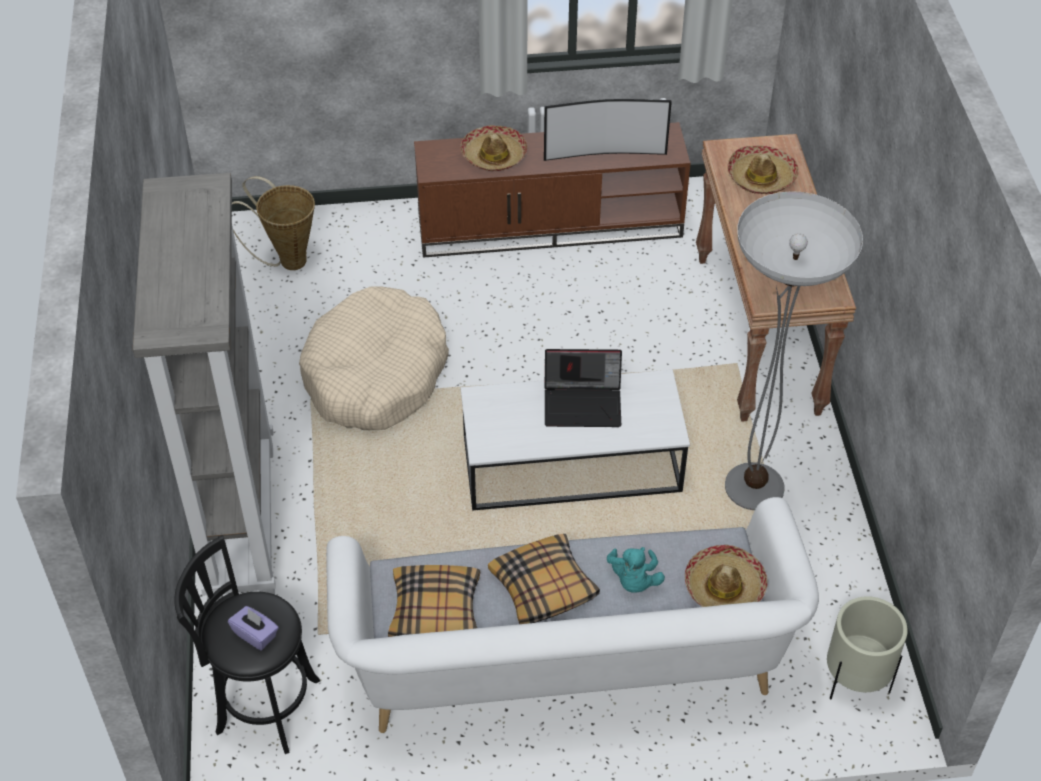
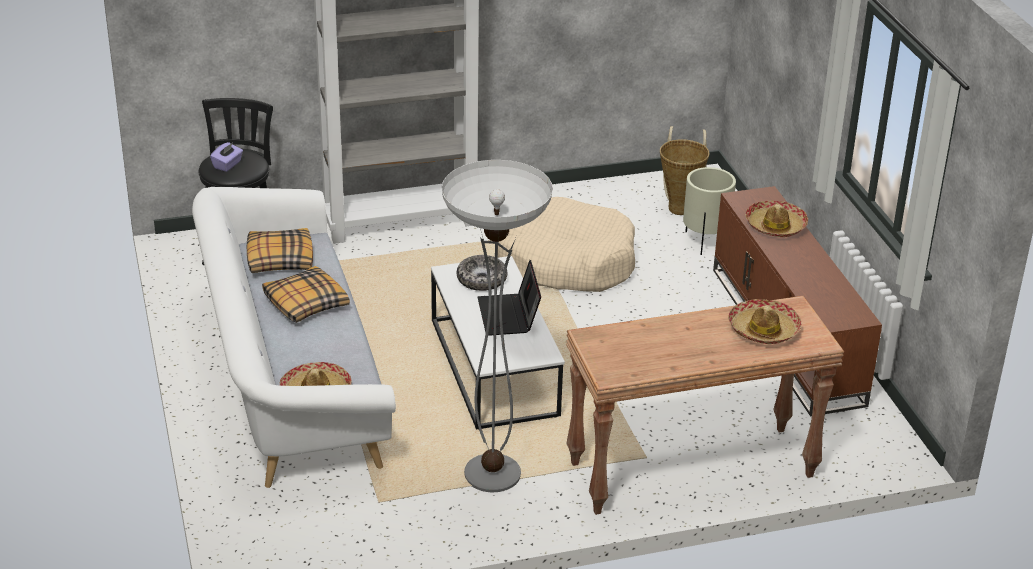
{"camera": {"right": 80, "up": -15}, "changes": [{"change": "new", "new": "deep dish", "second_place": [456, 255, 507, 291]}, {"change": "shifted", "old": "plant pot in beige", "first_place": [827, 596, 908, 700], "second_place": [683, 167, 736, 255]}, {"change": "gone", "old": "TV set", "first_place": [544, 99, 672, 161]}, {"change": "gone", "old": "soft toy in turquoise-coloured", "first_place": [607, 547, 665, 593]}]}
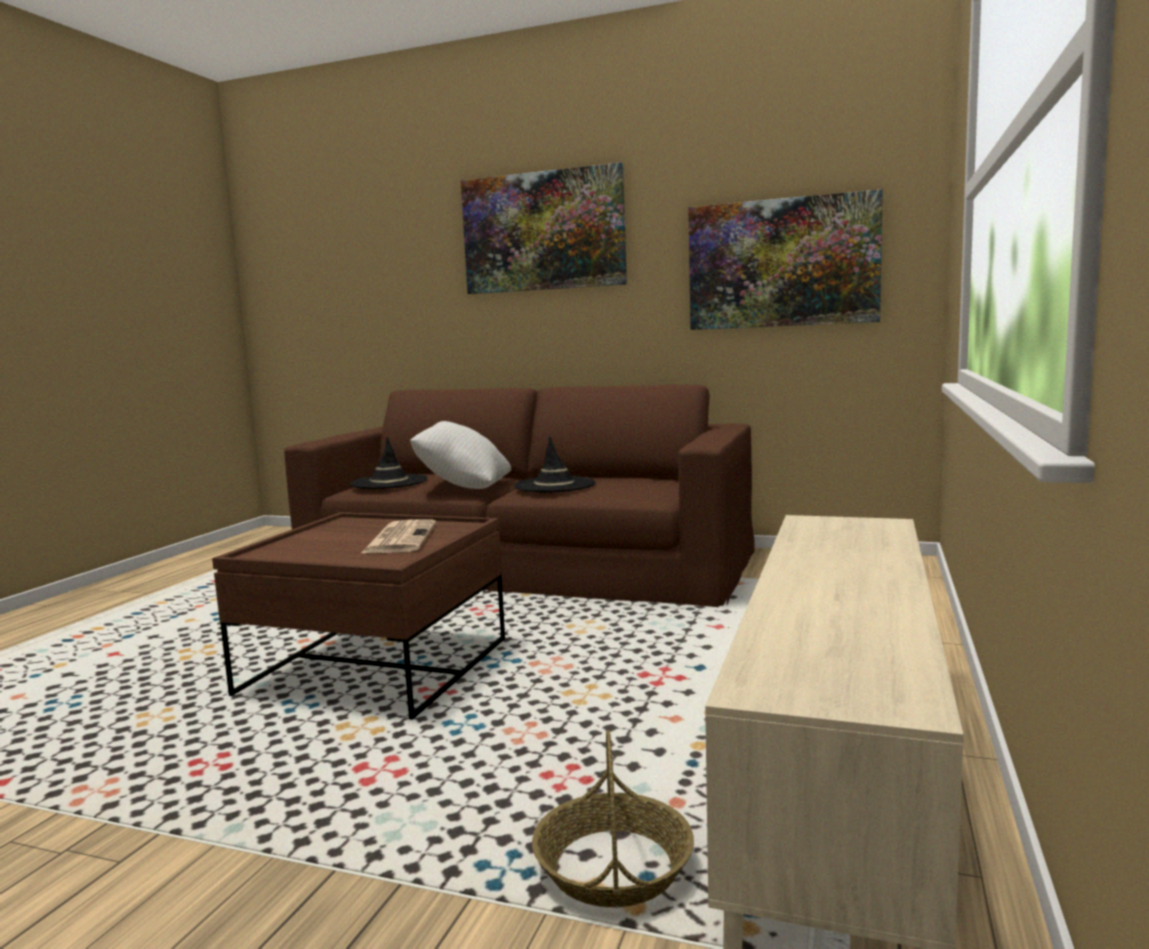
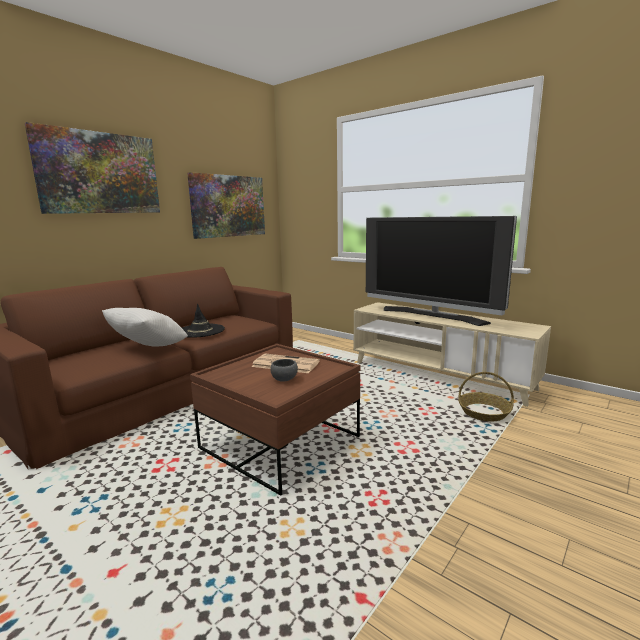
{"camera": {"right": -70, "up": 5}, "changes": [{"change": "new", "new": "deep dish in gray", "second_place": [270, 359, 298, 382]}, {"change": "new", "new": "TV set", "second_place": [366, 216, 517, 326]}, {"change": "gone", "old": "wearable hat in blackish", "first_place": [350, 436, 427, 489]}]}
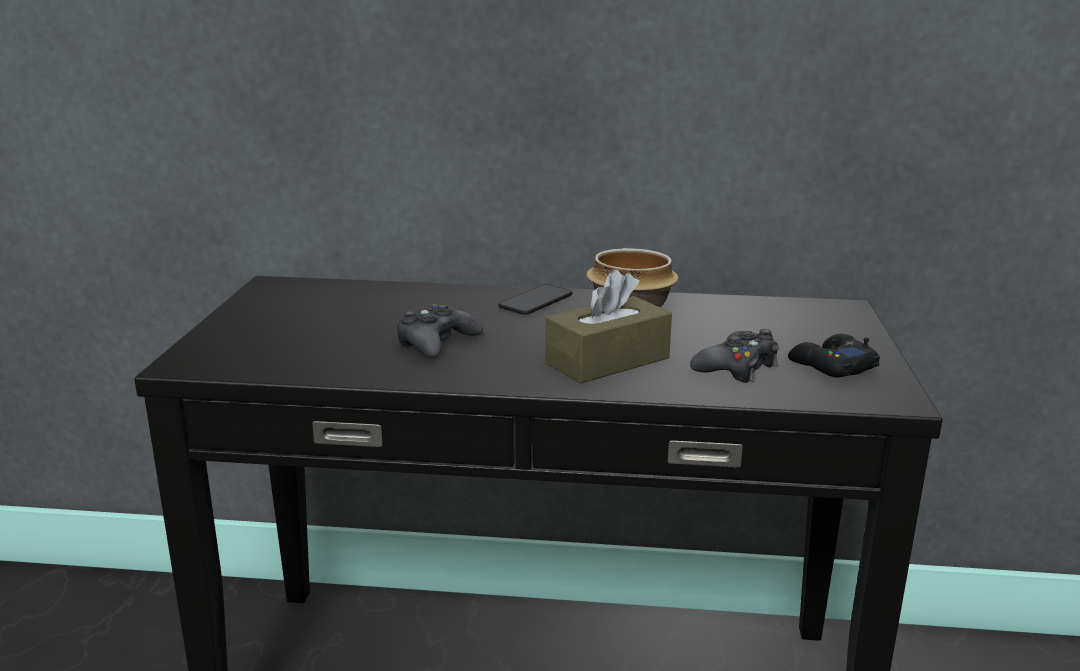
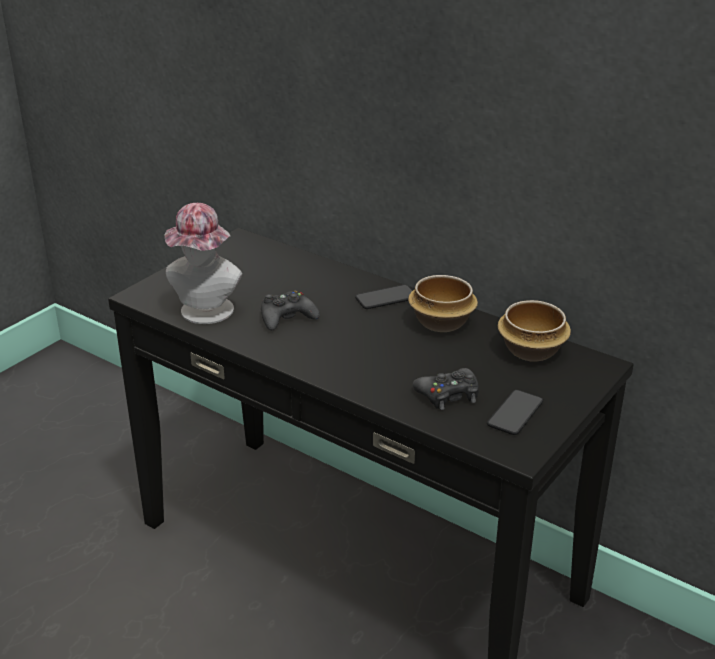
{"camera": {"right": 30, "up": 10}, "changes": [{"change": "new", "new": "wearable hat", "second_place": [165, 203, 242, 324]}, {"change": "swapped", "old": "game controller in blackish", "new": "handset", "first_place": [788, 334, 880, 377], "second_place": [487, 390, 543, 435]}, {"change": "new", "new": "deep dish", "second_place": [498, 300, 571, 361]}, {"change": "gone", "old": "tissue box in brown", "first_place": [545, 269, 672, 384]}]}
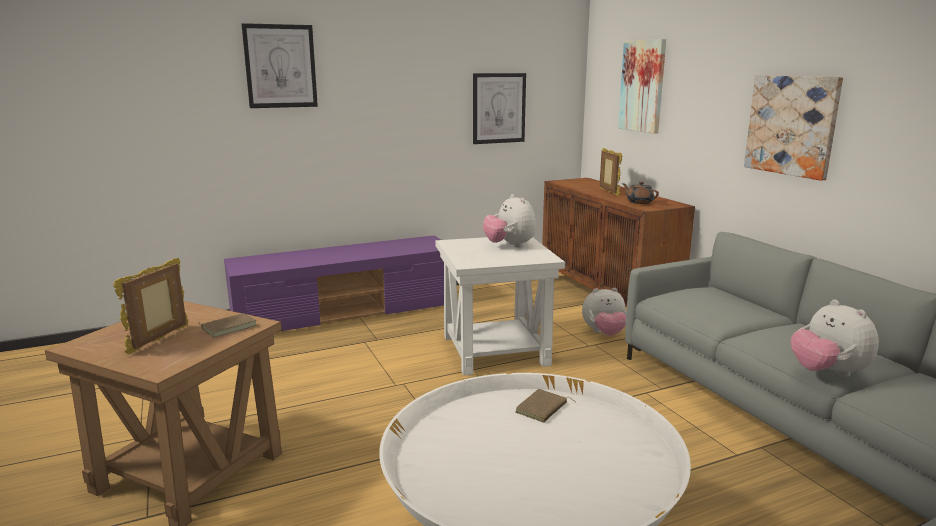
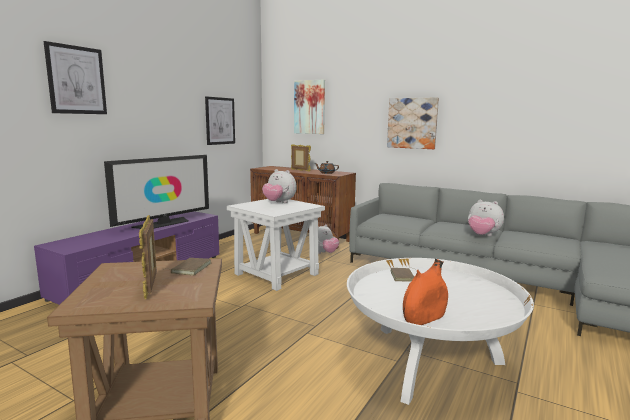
{"camera": {"right": -35, "up": -5}, "changes": [{"change": "new", "new": "TV set", "second_place": [104, 155, 209, 229]}, {"change": "new", "new": "flower vase in orange", "second_place": [403, 259, 448, 325]}]}
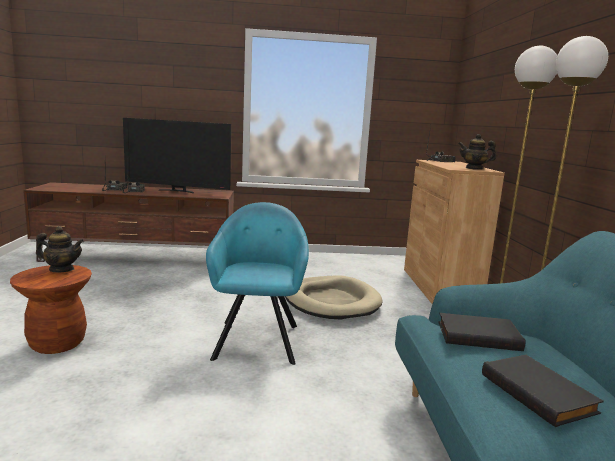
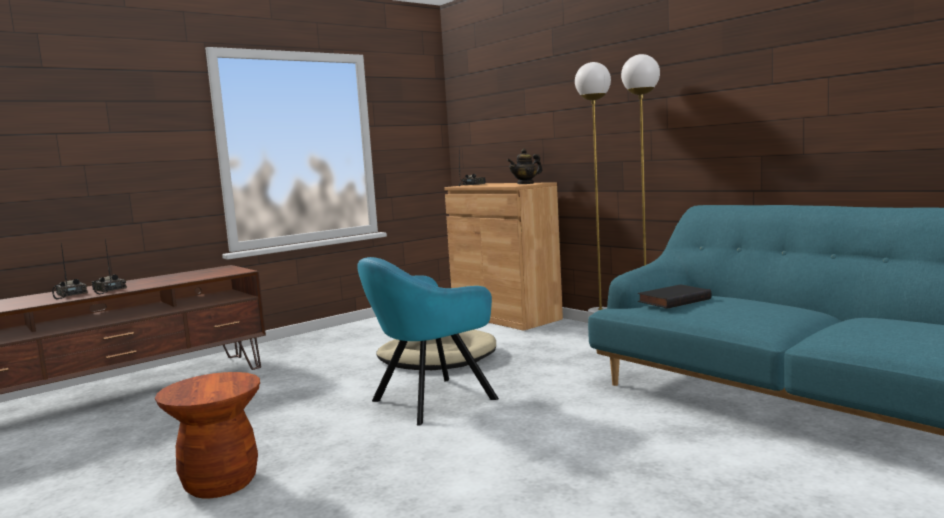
{"camera": {"right": -35, "up": -5}, "changes": [{"change": "rotated", "old": "lounge chair in turquoise-coloured", "first_place": [206, 202, 309, 365], "second_place": [357, 257, 499, 426], "degrees": -90}, {"change": "gone", "old": "tea pot", "first_place": [36, 226, 84, 272]}, {"change": "gone", "old": "TV set", "first_place": [123, 118, 231, 193]}, {"change": "gone", "old": "book in blackish", "first_place": [482, 355, 604, 427]}]}
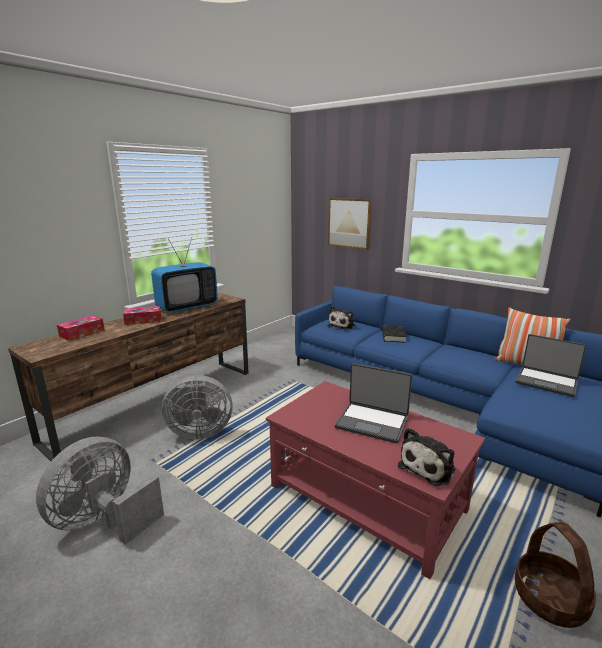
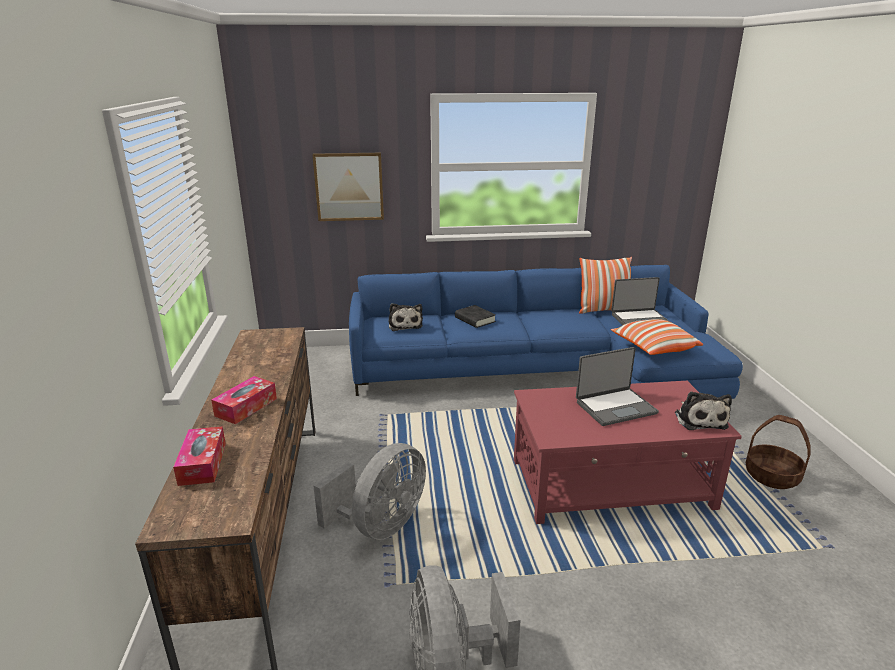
{"camera": {"right": -45, "up": 5}, "changes": [{"change": "new", "new": "pillow", "second_place": [611, 319, 703, 355]}, {"change": "gone", "old": "TV set", "first_place": [151, 238, 218, 313]}]}
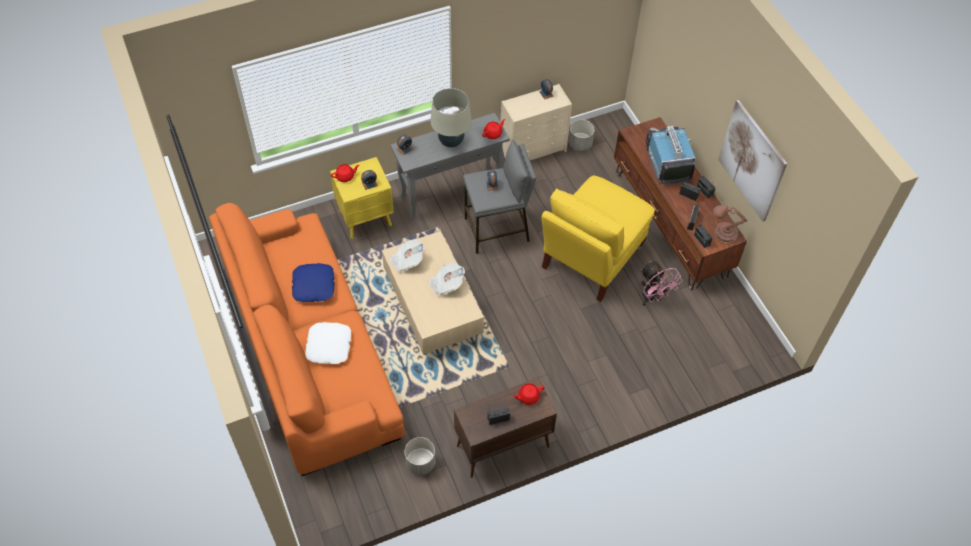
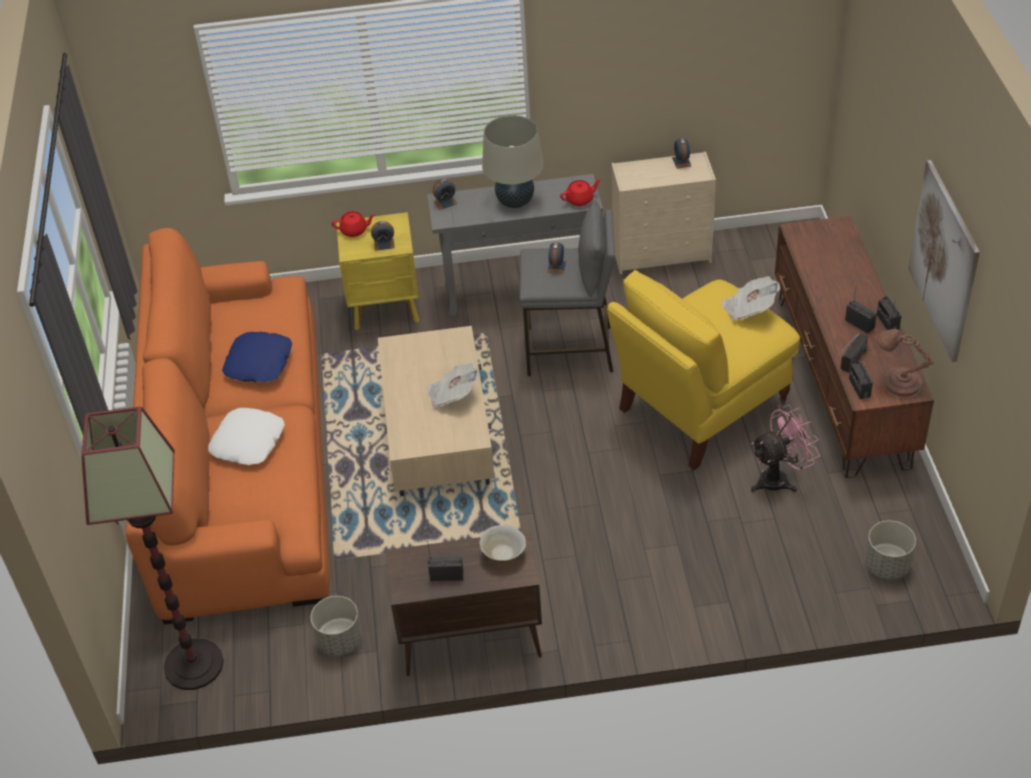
{"camera": {"right": 20, "up": -10}, "changes": [{"change": "new", "new": "floor lamp", "second_place": [81, 407, 224, 690]}, {"change": "swapped", "old": "tea pot in red", "new": "deep dish in beige", "first_place": [512, 384, 545, 405], "second_place": [479, 525, 526, 563]}, {"change": "shifted", "old": "newspaper", "first_place": [389, 239, 425, 272], "second_place": [722, 276, 780, 321]}, {"change": "rotated", "old": "fan in pinkish", "first_place": [641, 261, 683, 305], "second_place": [751, 405, 820, 492], "degrees": -105}, {"change": "shifted", "old": "plant pot in gray", "first_place": [568, 120, 595, 151], "second_place": [865, 521, 916, 579]}, {"change": "gone", "old": "TV set", "first_place": [646, 126, 696, 185]}]}
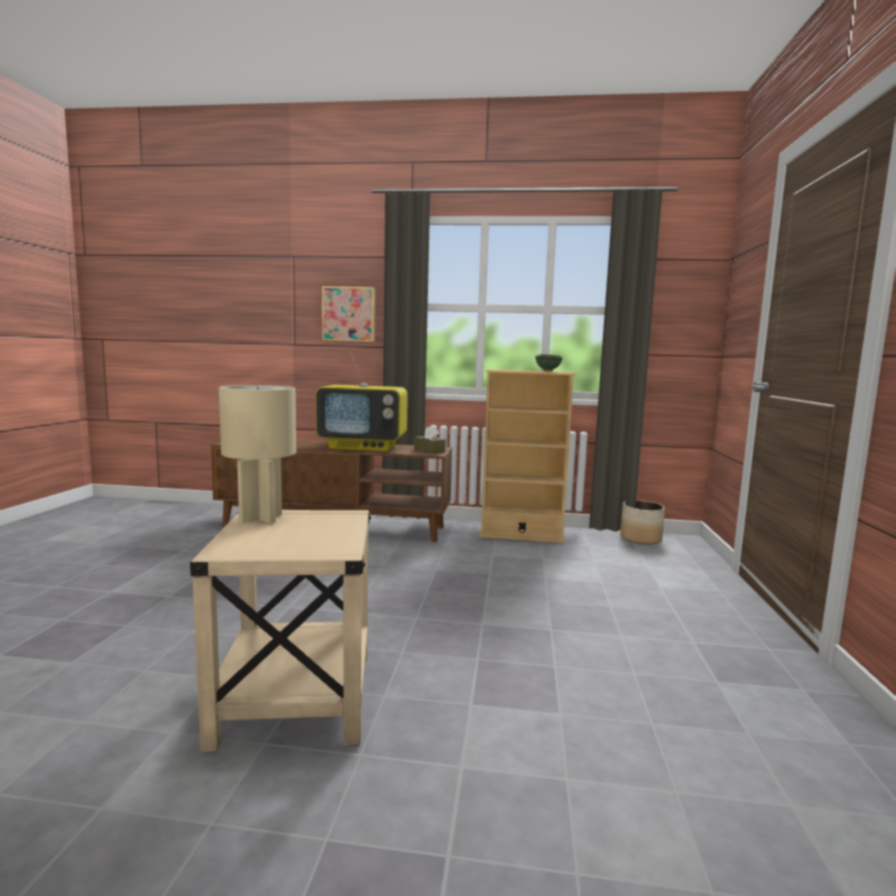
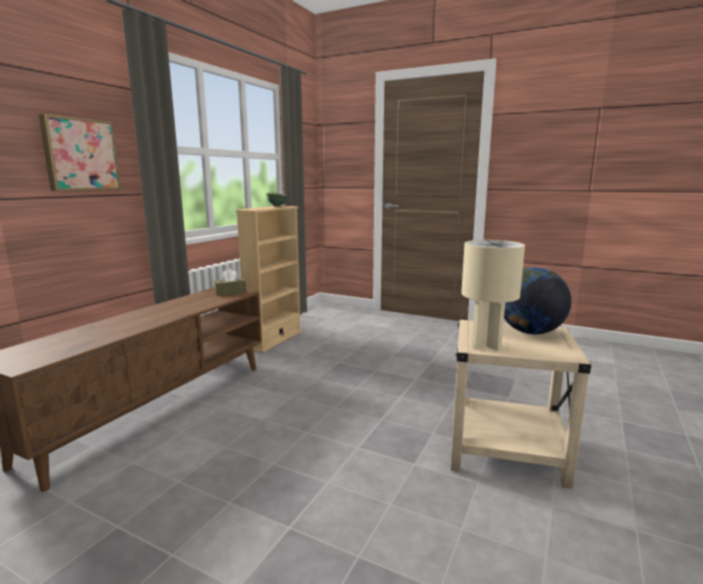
{"camera": {"right": -70, "up": 5}, "changes": [{"change": "new", "new": "desk globe", "second_place": [504, 267, 571, 334]}, {"change": "gone", "old": "TV set", "first_place": [315, 349, 408, 451]}, {"change": "gone", "old": "plant pot", "first_place": [620, 500, 665, 545]}]}
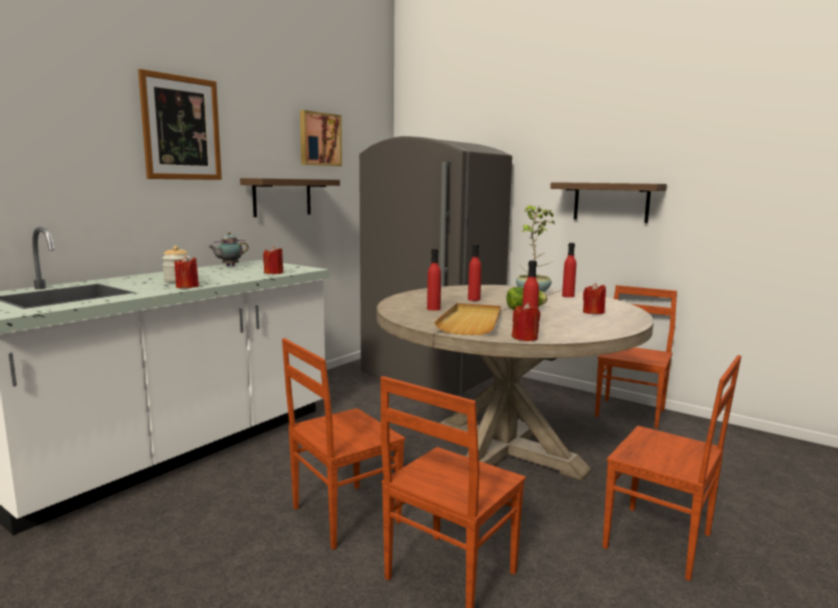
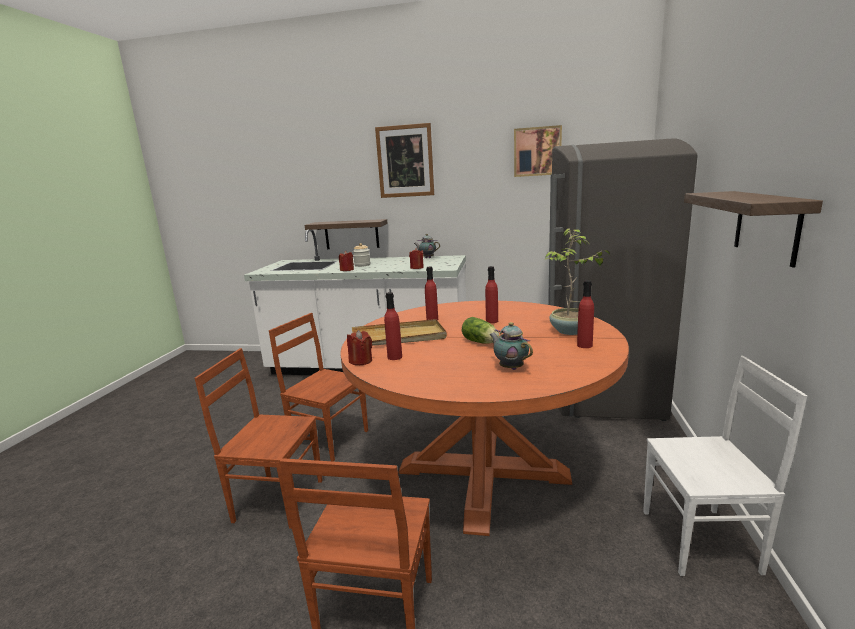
{"camera": {"right": 65, "up": 5}, "changes": [{"change": "shifted", "old": "wall shelf", "first_place": [240, 178, 340, 217], "second_place": [305, 219, 387, 249]}, {"change": "repainted", "old": "dining table in beige", "new": "dining table in orange", "first_place": [377, 285, 654, 481], "second_place": [340, 301, 629, 536]}, {"change": "swapped", "old": "candle in red", "new": "tea pot", "first_place": [583, 283, 606, 314], "second_place": [489, 322, 533, 370]}, {"change": "repainted", "old": "upright chair in brown", "new": "upright chair in white-coloured", "first_place": [595, 285, 677, 429], "second_place": [643, 356, 807, 576]}]}
